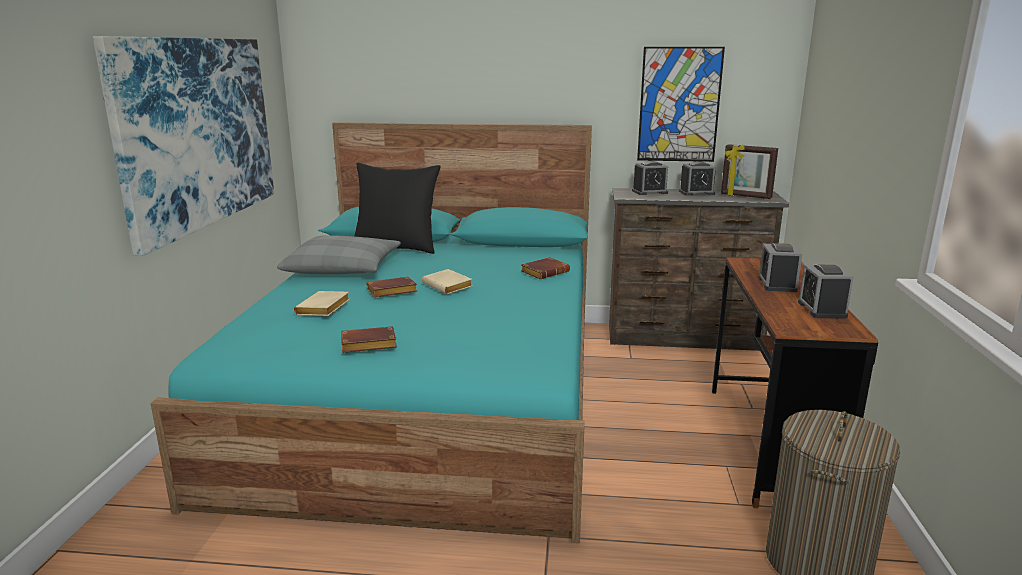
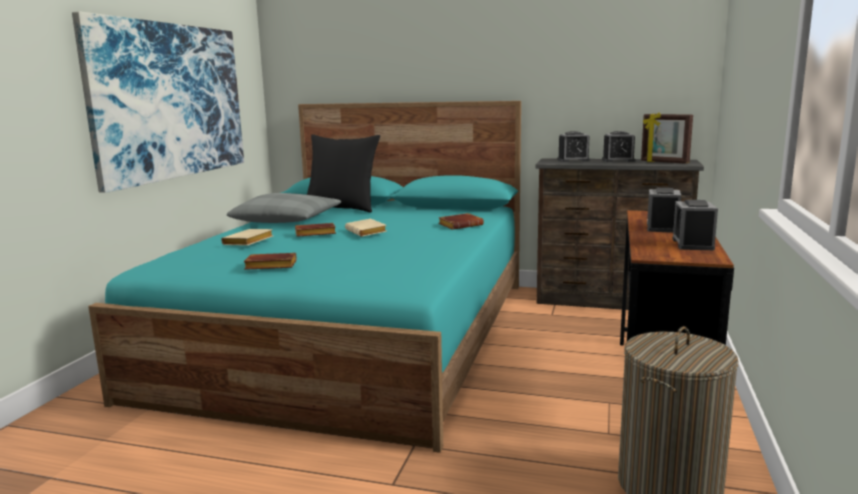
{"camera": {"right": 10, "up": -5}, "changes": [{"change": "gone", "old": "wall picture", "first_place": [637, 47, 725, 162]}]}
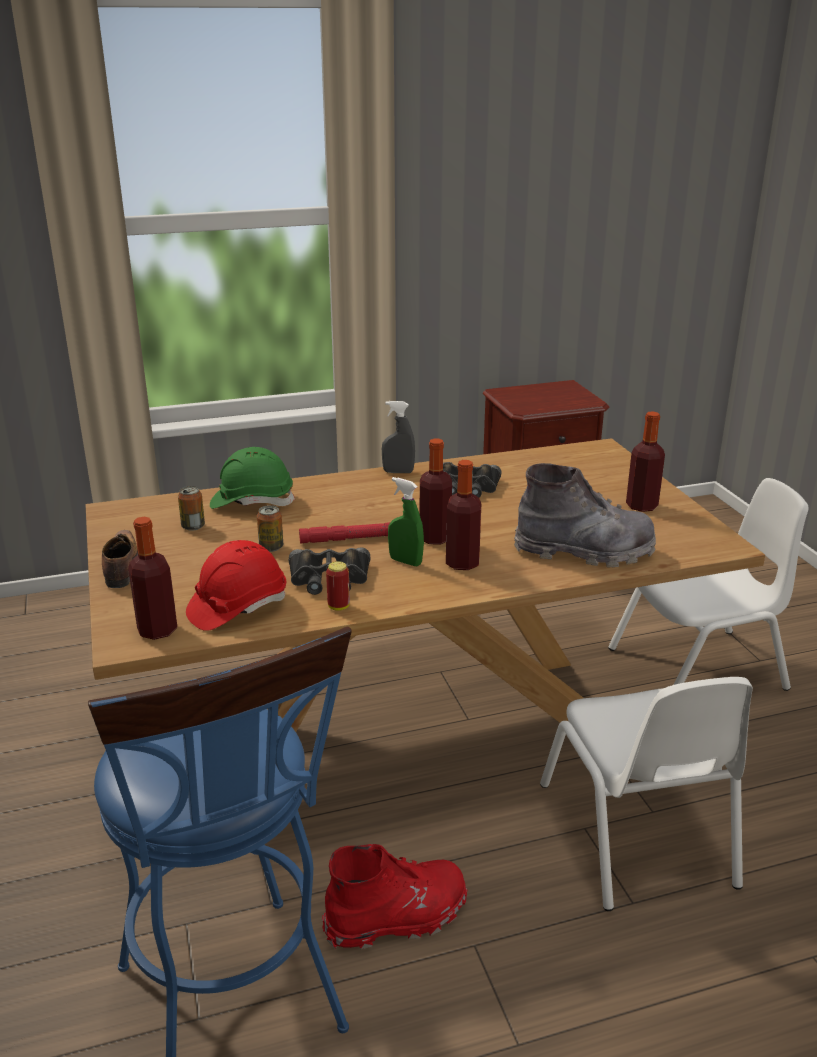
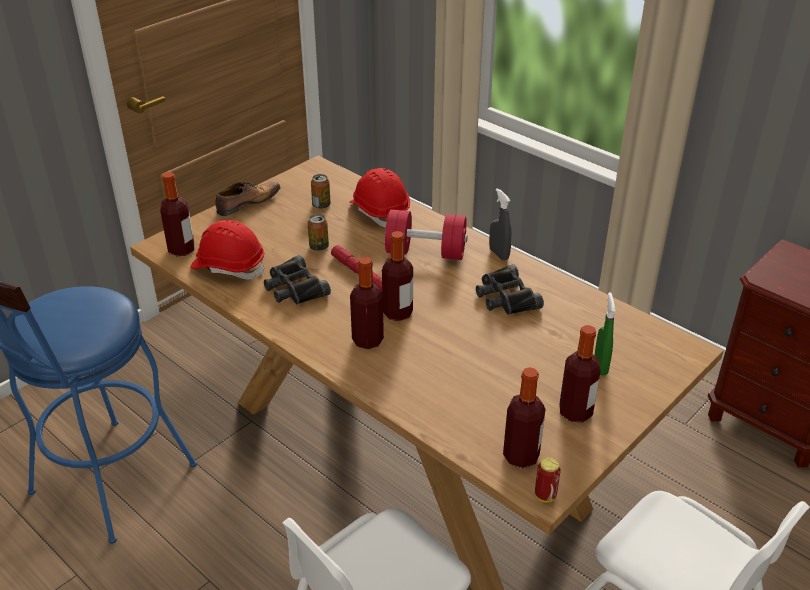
{"camera": {"right": 60, "up": 10}, "changes": [{"change": "repainted", "old": "work helmet in green-coloured", "new": "work helmet in red", "first_place": [210, 447, 295, 509], "second_place": [350, 168, 410, 228]}, {"change": "new", "new": "free weight in red", "second_place": [385, 209, 468, 260]}, {"change": "new", "new": "beverage bottle", "second_place": [503, 367, 545, 468]}, {"change": "shifted", "old": "metal can", "first_place": [326, 561, 350, 611], "second_place": [535, 457, 561, 502]}, {"change": "shifted", "old": "spray bottle in green-coloured", "first_place": [388, 477, 424, 566], "second_place": [595, 292, 616, 375]}, {"change": "gone", "old": "high-top boot in red", "first_place": [322, 844, 467, 950]}, {"change": "gone", "old": "high-top boot in gray", "first_place": [514, 463, 656, 568]}]}
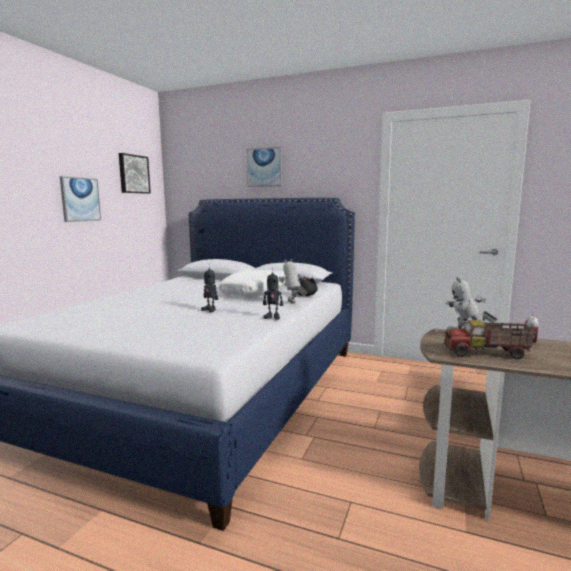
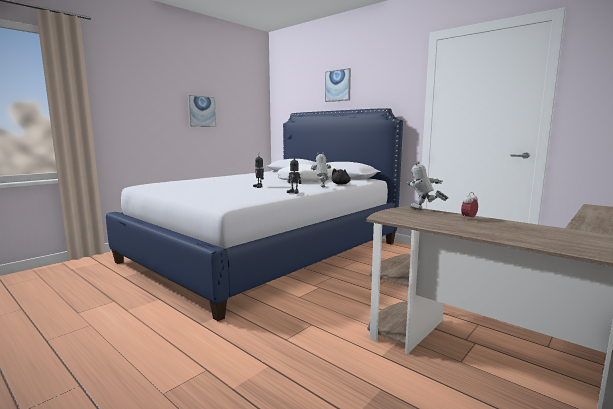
{"camera": {"right": 20, "up": 0}, "changes": [{"change": "gone", "old": "wall picture", "first_place": [119, 153, 151, 194]}, {"change": "gone", "old": "model truck", "first_place": [444, 320, 536, 359]}]}
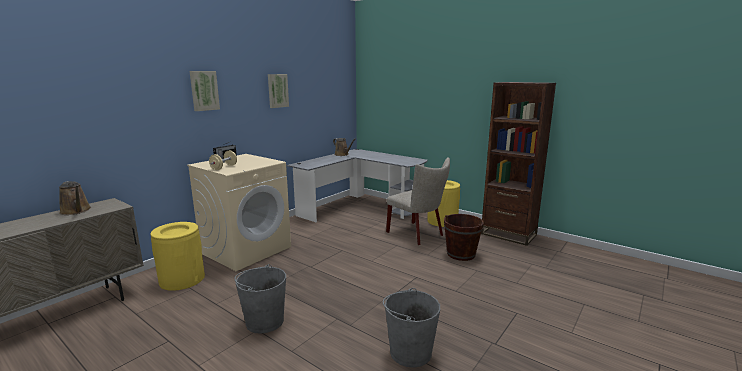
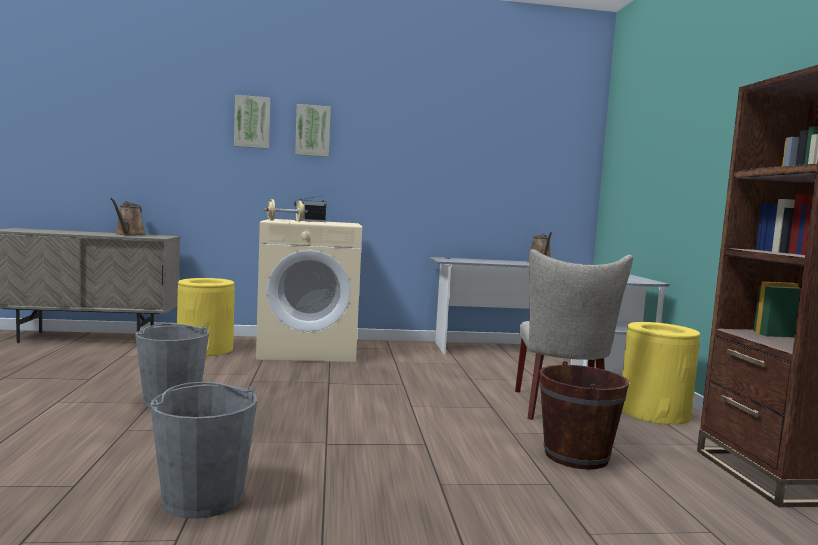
{"camera": {"right": 45, "up": -10}, "changes": [{"change": "shifted", "old": "wall picture", "first_place": [268, 74, 289, 108], "second_place": [234, 95, 270, 149]}]}
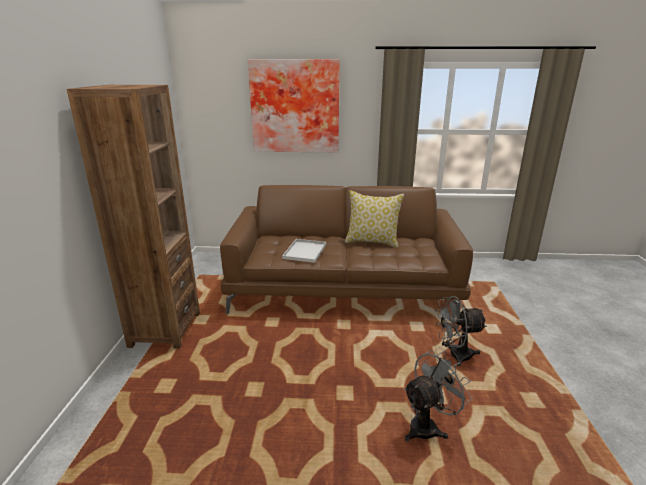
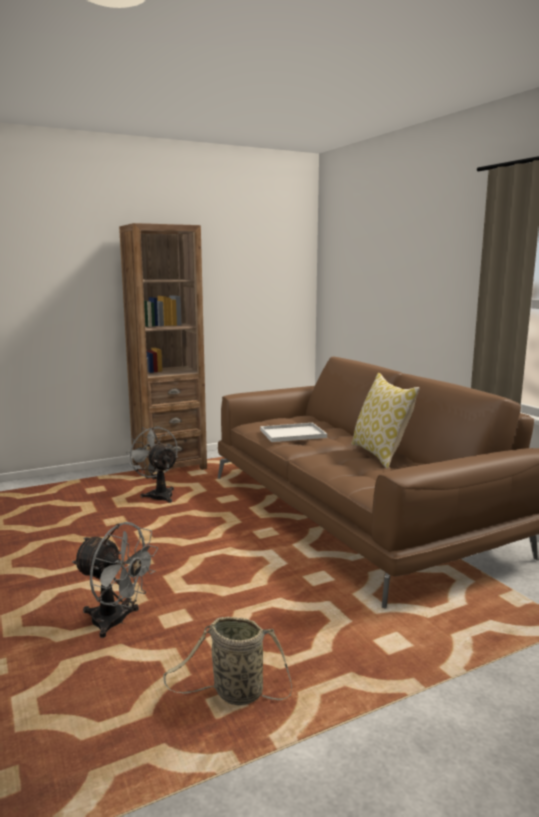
{"camera": {"right": 60, "up": -10}, "changes": [{"change": "shifted", "old": "fan in gray", "first_place": [435, 296, 487, 367], "second_place": [126, 426, 178, 503]}, {"change": "new", "new": "household basket", "second_place": [163, 617, 292, 705]}, {"change": "gone", "old": "wall picture", "first_place": [248, 59, 340, 152]}]}
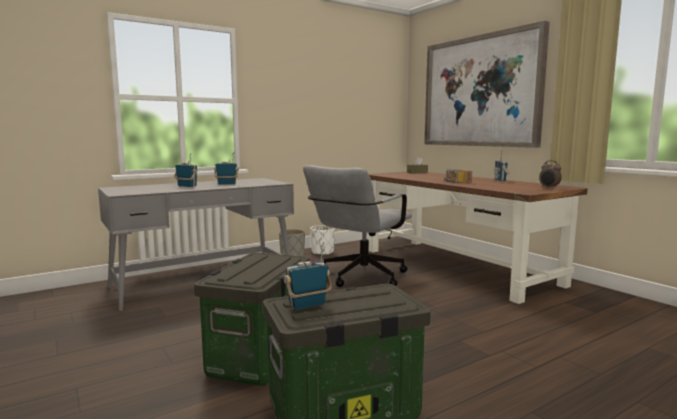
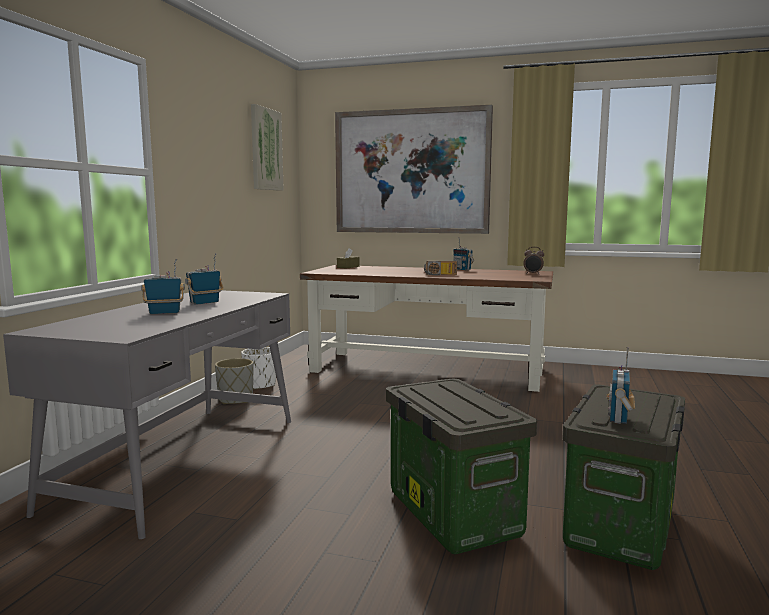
{"camera": {"right": -40, "up": 0}, "changes": [{"change": "new", "new": "wall picture", "second_place": [251, 104, 284, 191]}, {"change": "gone", "old": "office chair in gray", "first_place": [303, 165, 412, 287]}]}
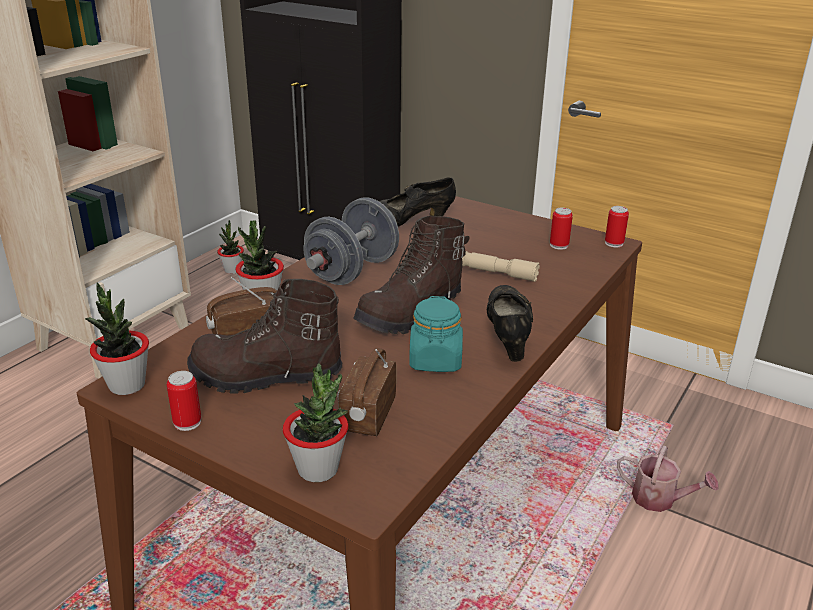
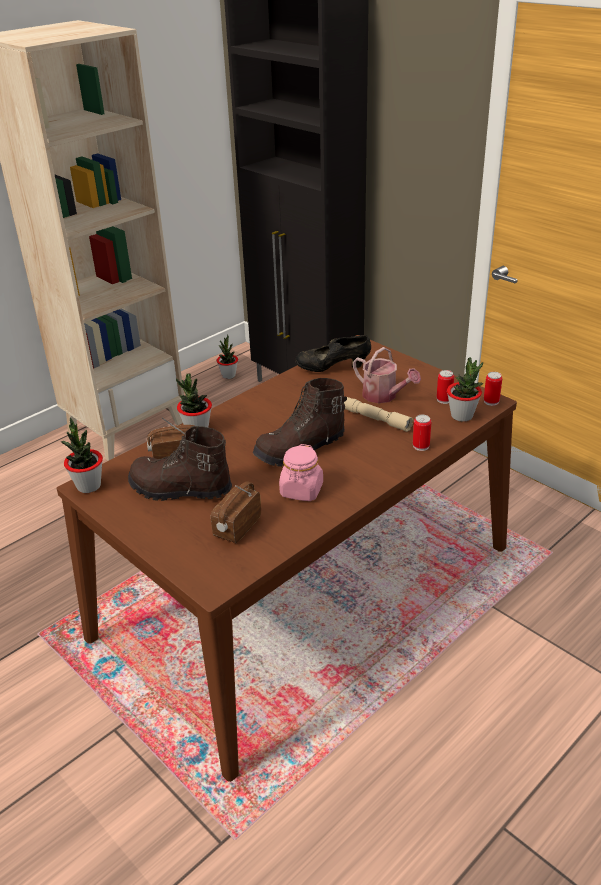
{"camera": {"right": 15, "up": 5}, "changes": [{"change": "repainted", "old": "preserve jar in turquoise-coloured", "new": "preserve jar in pinkish", "first_place": [409, 296, 463, 372], "second_place": [279, 444, 323, 501]}, {"change": "shifted", "old": "watering can", "first_place": [617, 445, 719, 512], "second_place": [353, 347, 421, 404]}, {"change": "shifted", "old": "metal can", "first_place": [167, 371, 201, 431], "second_place": [413, 415, 431, 451]}, {"change": "shifted", "old": "potted plant", "first_place": [283, 363, 348, 482], "second_place": [447, 357, 483, 422]}, {"change": "gone", "old": "free weight in gray", "first_place": [303, 197, 399, 285]}, {"change": "gone", "old": "shoe in blackish", "first_place": [487, 285, 533, 362]}]}
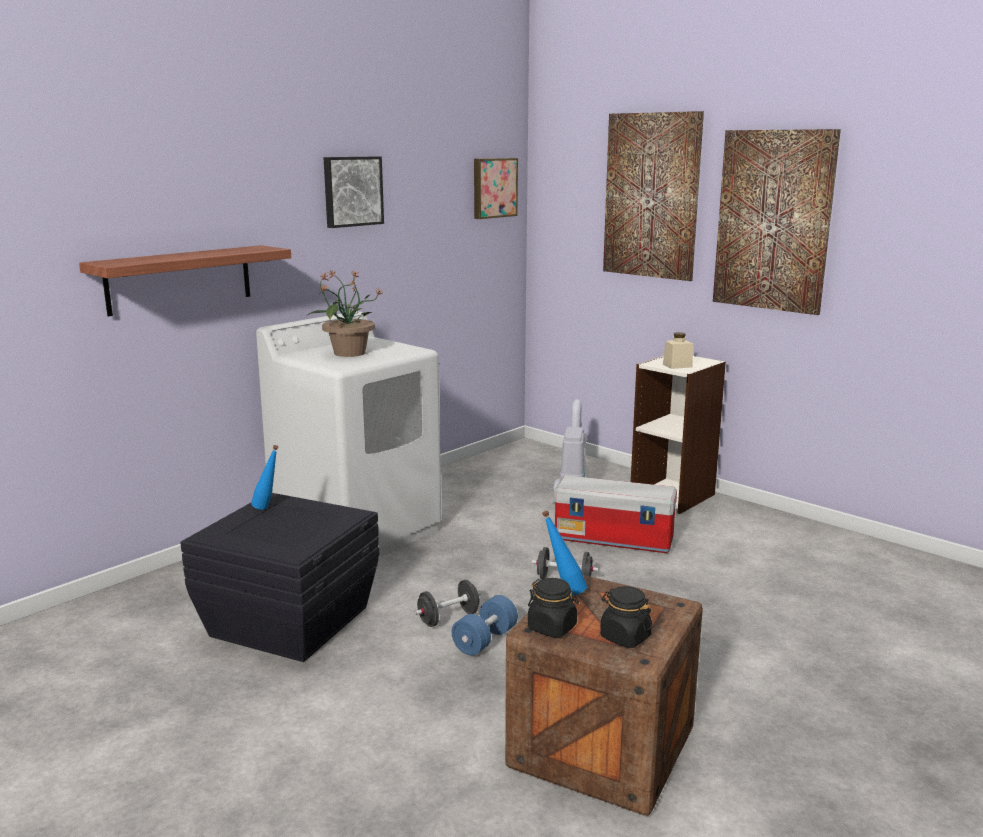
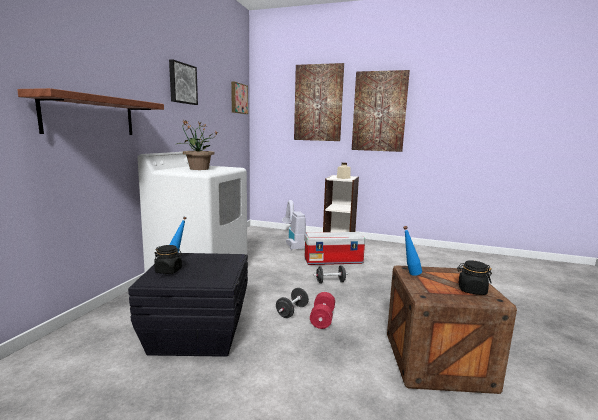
{"camera": {"right": -25, "up": -5}, "changes": [{"change": "shifted", "old": "preserve jar in blackish", "first_place": [528, 578, 579, 638], "second_place": [154, 245, 182, 274]}, {"change": "repainted", "old": "free weight in blue-coloured", "new": "free weight in red", "first_place": [452, 595, 518, 656], "second_place": [310, 292, 335, 329]}]}
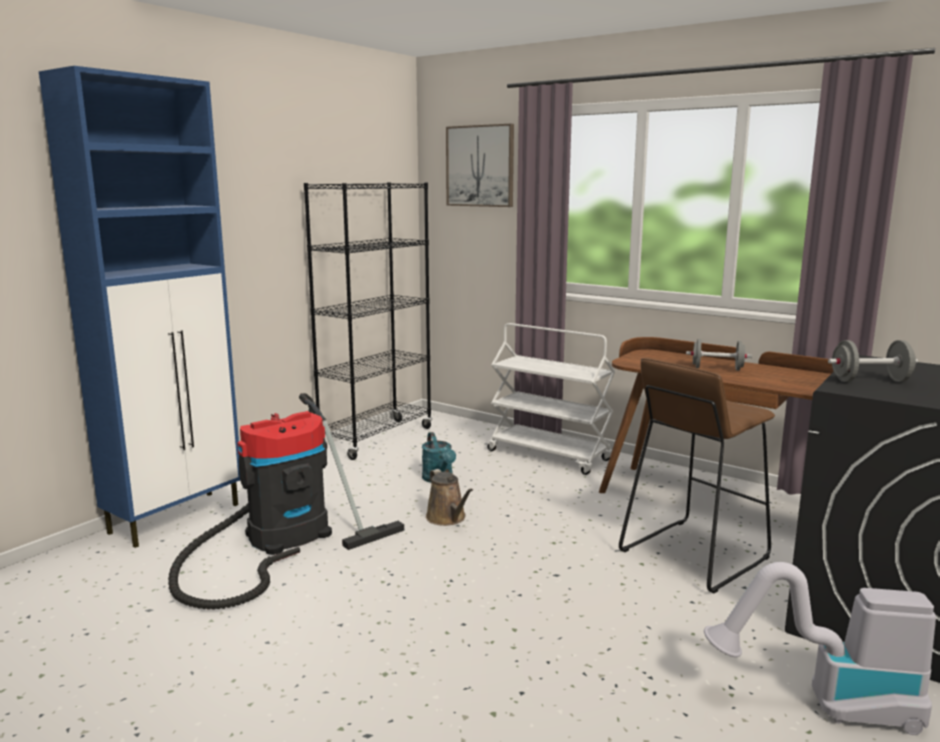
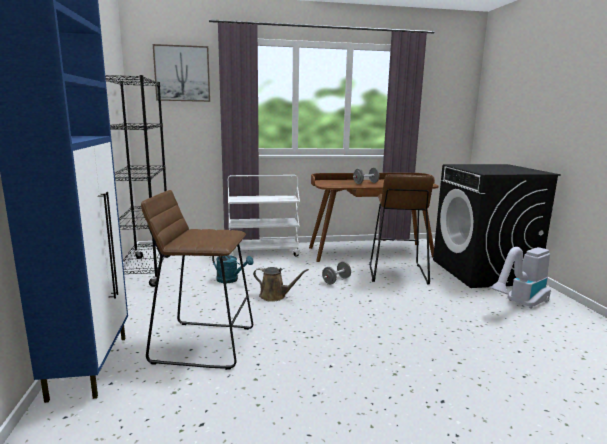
{"camera": {"right": -45, "up": 0}, "changes": [{"change": "swapped", "old": "vacuum cleaner", "new": "sitting stool in brown", "first_place": [168, 393, 404, 610], "second_place": [141, 190, 253, 370]}, {"change": "shifted", "old": "free weight in gray", "first_place": [828, 340, 918, 382], "second_place": [322, 261, 351, 284]}]}
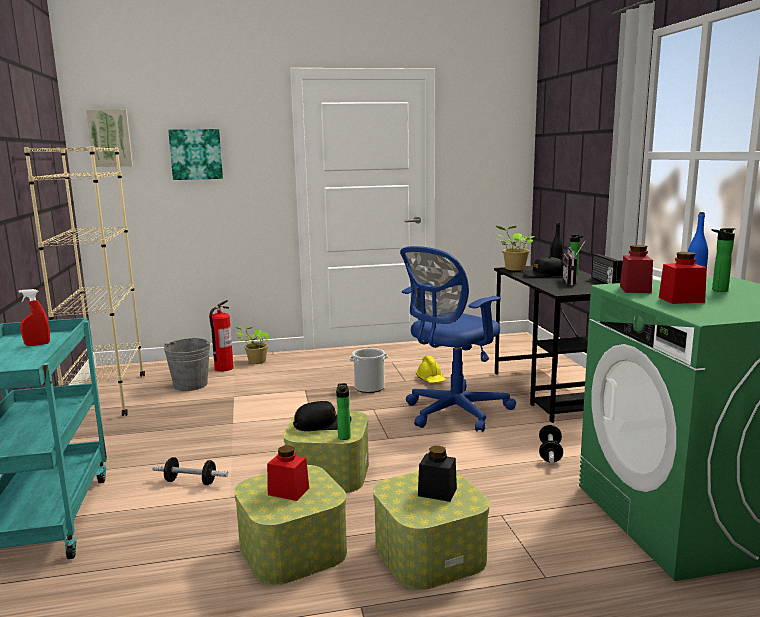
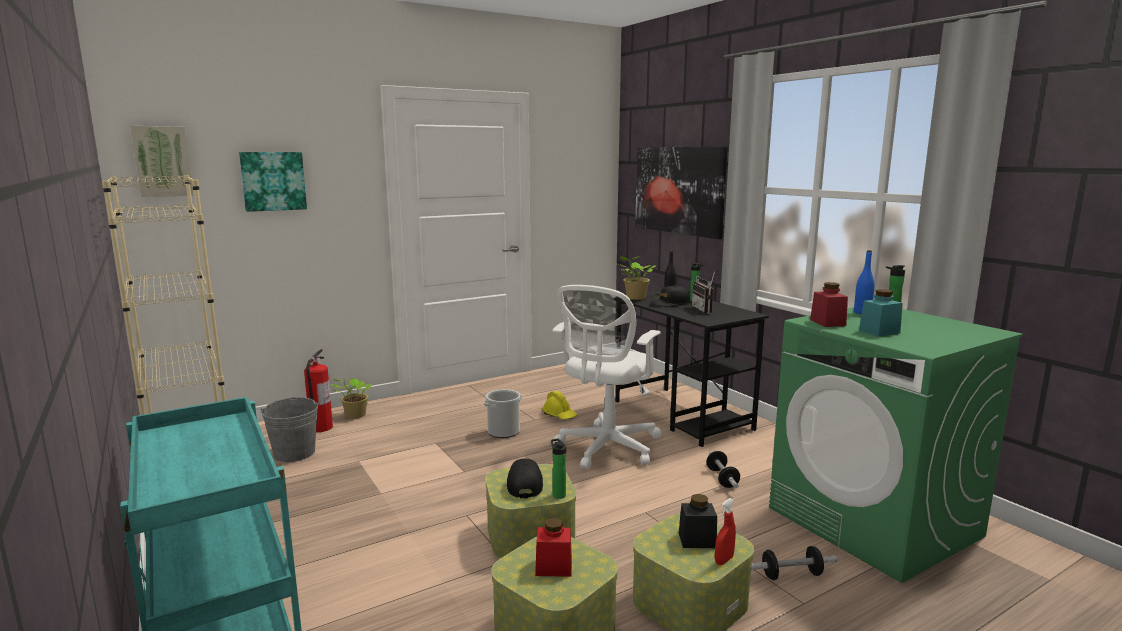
{"camera": {"right": -20, "up": 0}, "changes": [{"change": "rotated", "old": "baseball cap in blackish", "first_place": [293, 401, 352, 431], "second_place": [507, 458, 543, 499], "degrees": -60}, {"change": "repainted", "old": "office chair in blue-coloured", "new": "office chair in white-coloured", "first_place": [400, 246, 516, 432], "second_place": [552, 285, 662, 470]}, {"change": "new", "new": "wall picture", "second_place": [635, 146, 728, 239]}, {"change": "shifted", "old": "spray bottle in red", "first_place": [19, 289, 50, 346], "second_place": [715, 498, 736, 565]}, {"change": "shifted", "old": "free weight", "first_place": [152, 457, 228, 485], "second_place": [751, 546, 837, 580]}, {"change": "repainted", "old": "preserve jar in red", "new": "preserve jar in turquoise-coloured", "first_place": [659, 252, 707, 304], "second_place": [859, 289, 903, 337]}, {"change": "gone", "old": "radio", "first_place": [591, 254, 623, 284]}]}
